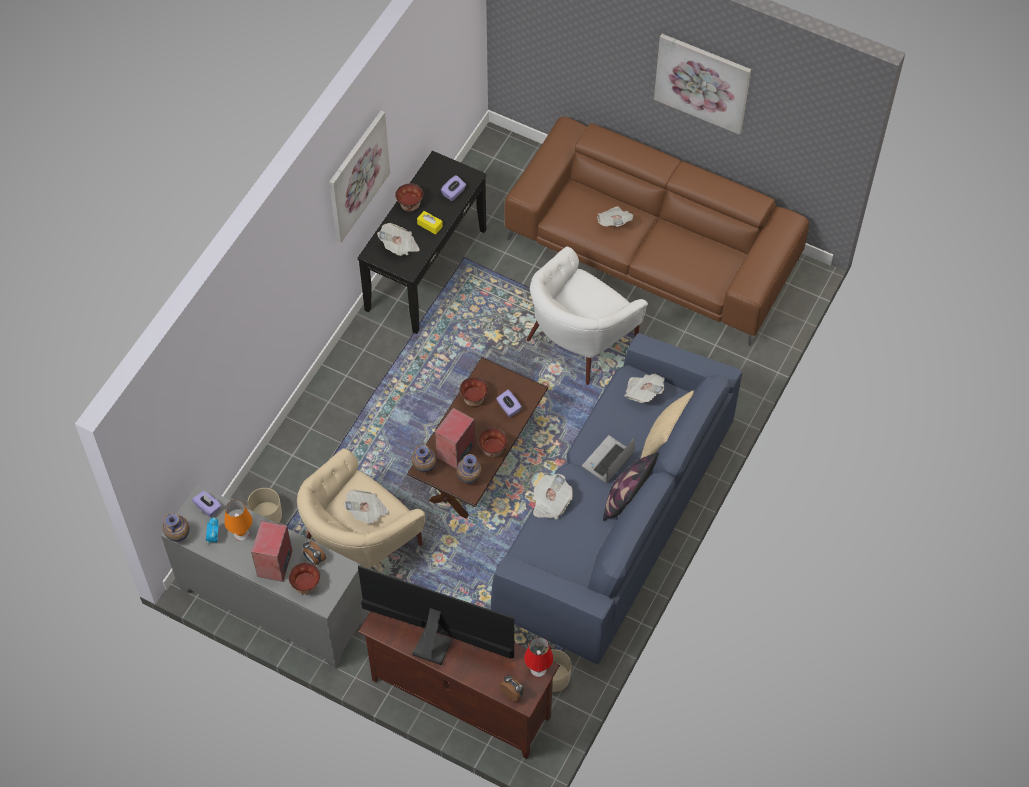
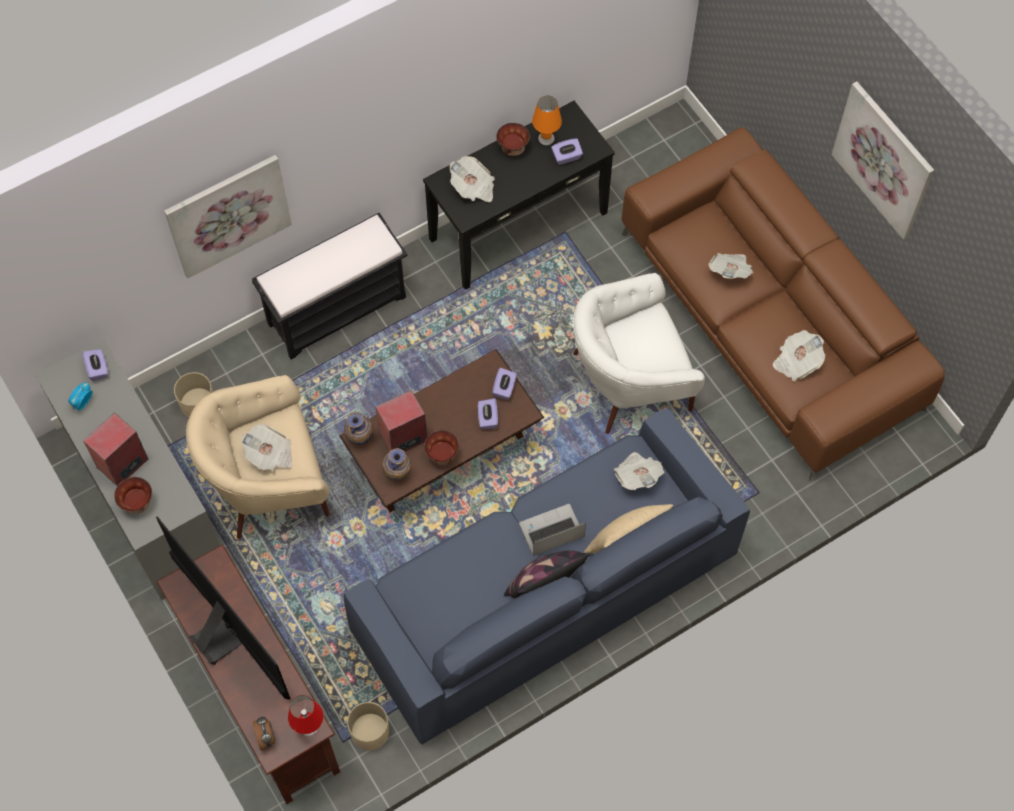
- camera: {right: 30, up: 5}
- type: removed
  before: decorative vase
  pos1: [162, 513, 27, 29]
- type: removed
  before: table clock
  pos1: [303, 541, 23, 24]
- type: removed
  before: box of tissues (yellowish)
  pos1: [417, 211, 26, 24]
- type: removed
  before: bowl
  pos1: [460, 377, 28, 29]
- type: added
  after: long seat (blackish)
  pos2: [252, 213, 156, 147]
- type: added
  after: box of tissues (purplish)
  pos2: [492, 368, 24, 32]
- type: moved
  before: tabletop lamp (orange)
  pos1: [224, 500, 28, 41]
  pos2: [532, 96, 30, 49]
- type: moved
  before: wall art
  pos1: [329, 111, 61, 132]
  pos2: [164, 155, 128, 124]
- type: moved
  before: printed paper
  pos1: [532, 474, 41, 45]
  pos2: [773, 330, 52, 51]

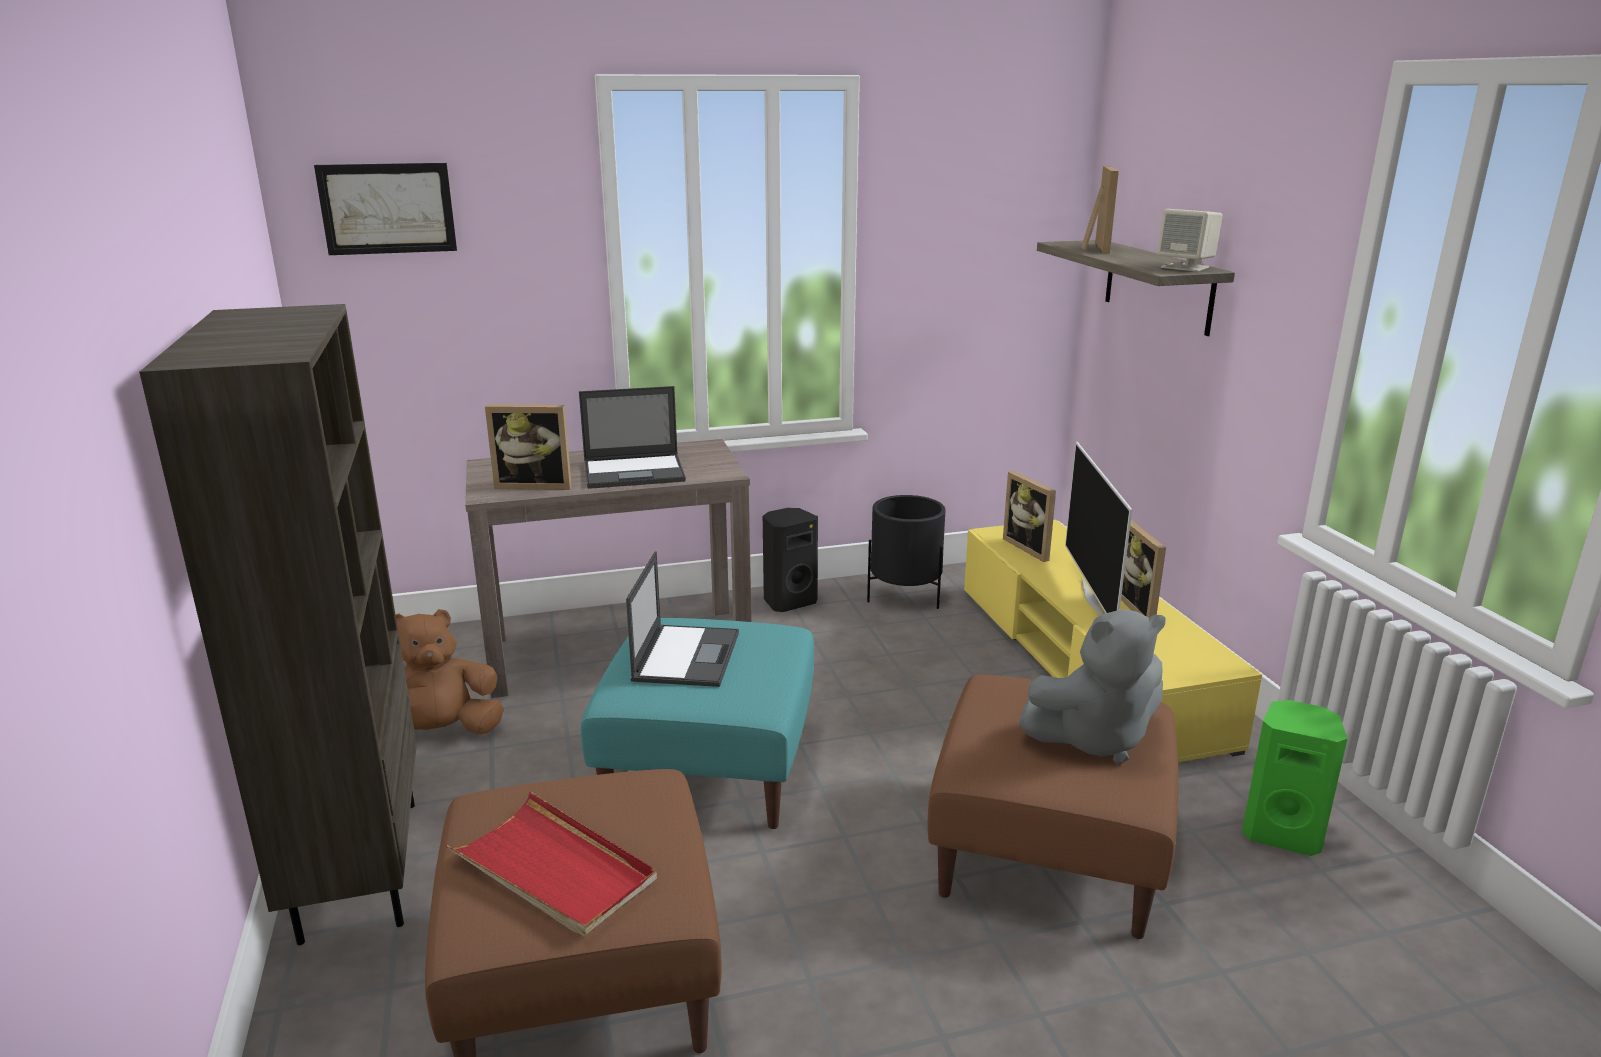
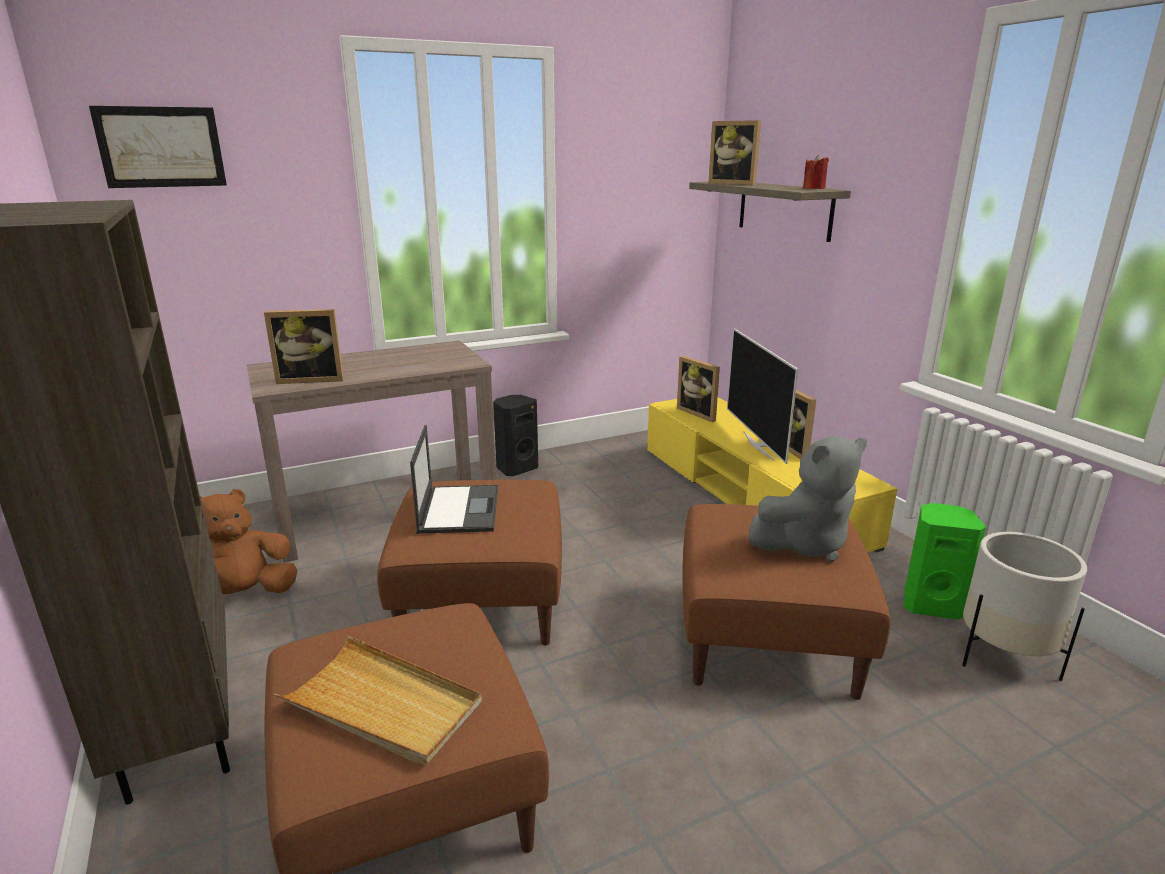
- camera: {right: -10, up: 0}
- type: removed
  before: laptop
  pos1: [579, 386, 107, 103]
- type: removed
  before: flower pot (blackish)
  pos1: [867, 495, 78, 114]
- type: added
  after: flower pot (whitish)
  pos2: [962, 532, 125, 149]
- type: replaced
  before: loudspeaker (beige-coloured)
  after: candle (red-coloured)
  pos1: [1157, 209, 66, 63]
  pos2: [803, 155, 26, 34]
- type: recoloured
  before: serving tray (red-coloured)
  after: serving tray (beige-coloured)
  pos1: [445, 792, 212, 145]
  pos2: [274, 636, 208, 130]
- type: recoloured
  before: footrest (turquoise)
  after: footrest (brown)
  pos1: [581, 618, 233, 211]
  pos2: [377, 480, 185, 166]
- type: turned
  before: photo frame
  pos1: [1081, 166, 38, 88]
  pos2: [708, 120, 53, 65]
  turn: 135

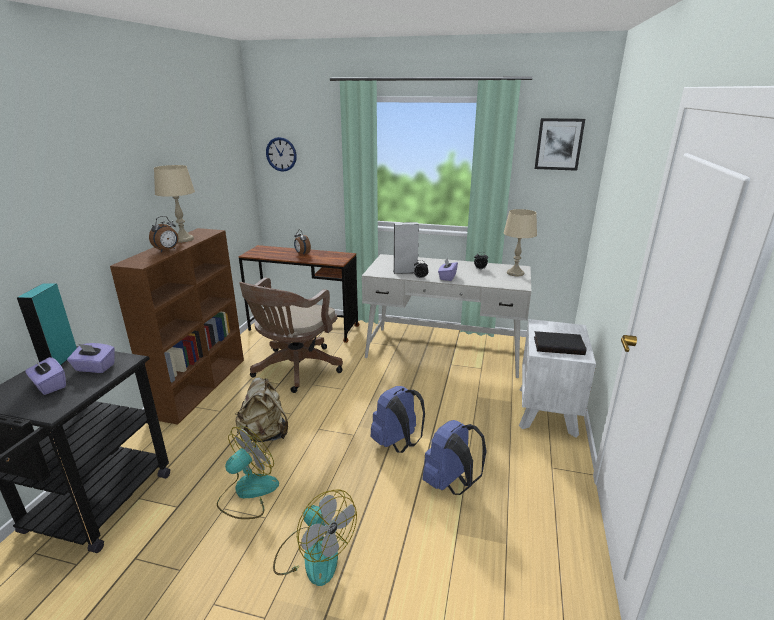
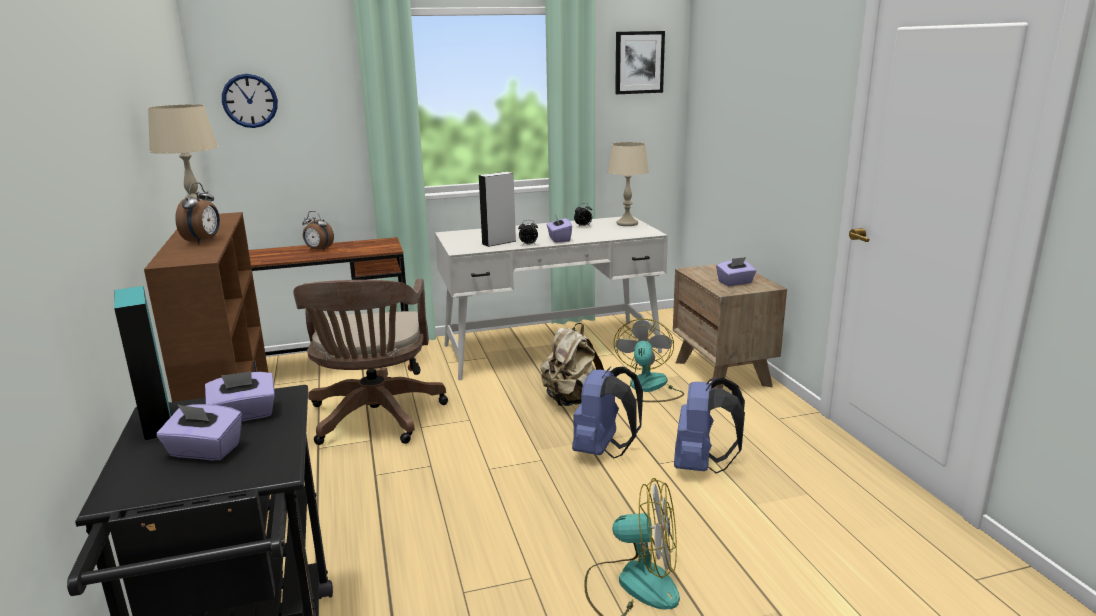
- camera: {right: -30, up: -5}
- type: moved
  before: fan
  pos1: [217, 426, 62, 93]
  pos2: [614, 319, 70, 83]
- type: moved
  before: backpack (beige-coloured)
  pos1: [235, 377, 53, 65]
  pos2: [540, 323, 64, 83]
- type: replaced
  before: bound book (blackish)
  after: box of tissues (purplish)
  pos1: [534, 331, 53, 24]
  pos2: [716, 257, 41, 29]
- type: recoloured
  before: nightstand (whitish)
  after: nightstand (brown)
  pos1: [519, 319, 77, 118]
  pos2: [673, 264, 114, 126]

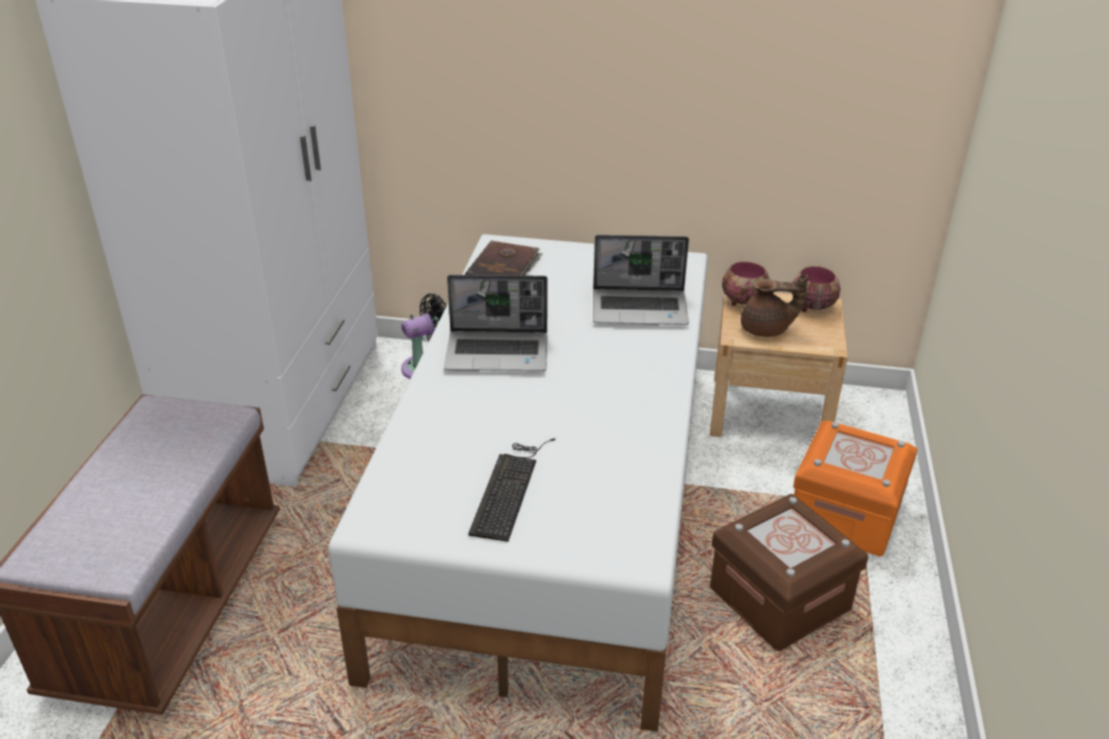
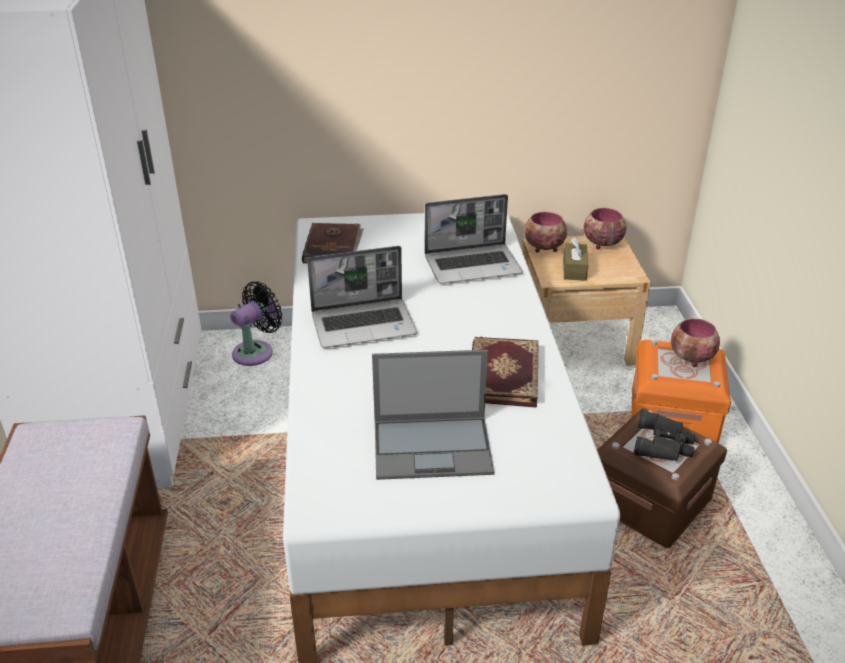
- camera: {right: -15, up: 0}
- type: added
  after: bound book
  pos2: [472, 337, 67, 71]
- type: added
  after: field glasses (blackish)
  pos2: [634, 410, 61, 51]
- type: added
  after: bowl
  pos2: [671, 318, 49, 48]
- type: replaced
  before: PC keyboard
  after: laptop
  pos1: [468, 438, 88, 104]
  pos2: [372, 350, 122, 130]
- type: replaced
  before: teapot (brown)
  after: box of tissues (brown)
  pos1: [741, 274, 67, 63]
  pos2: [563, 237, 25, 44]

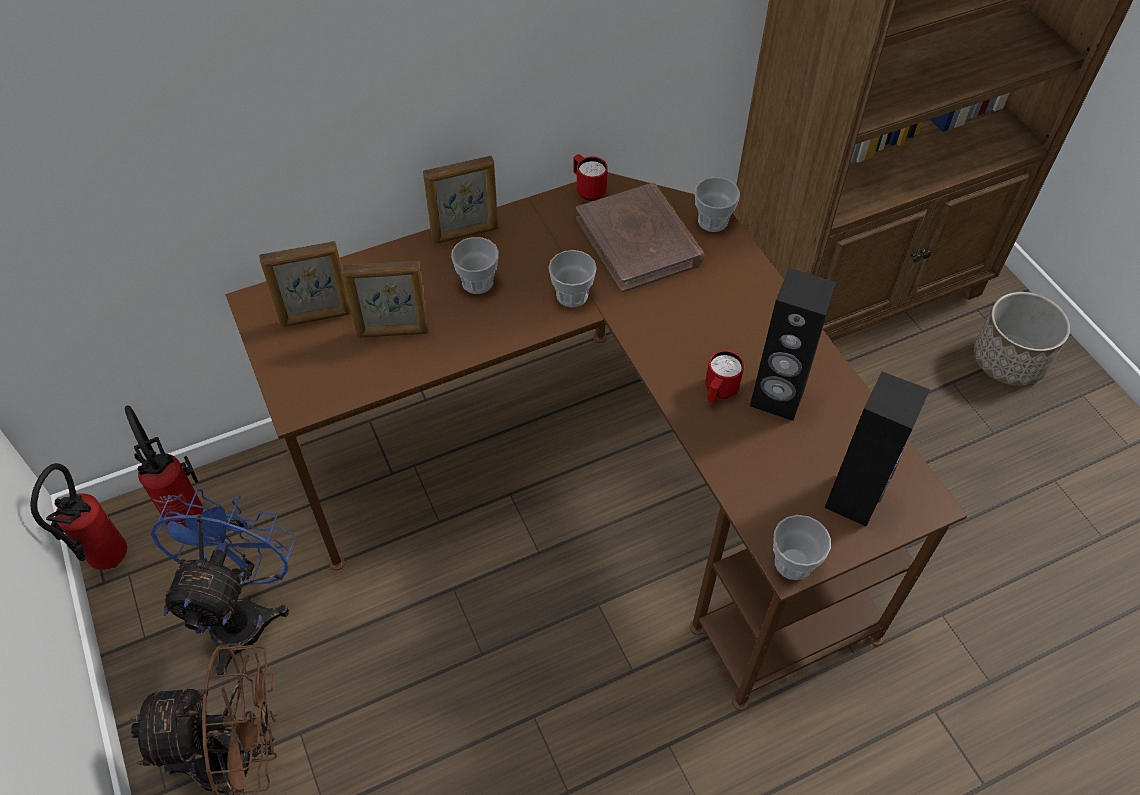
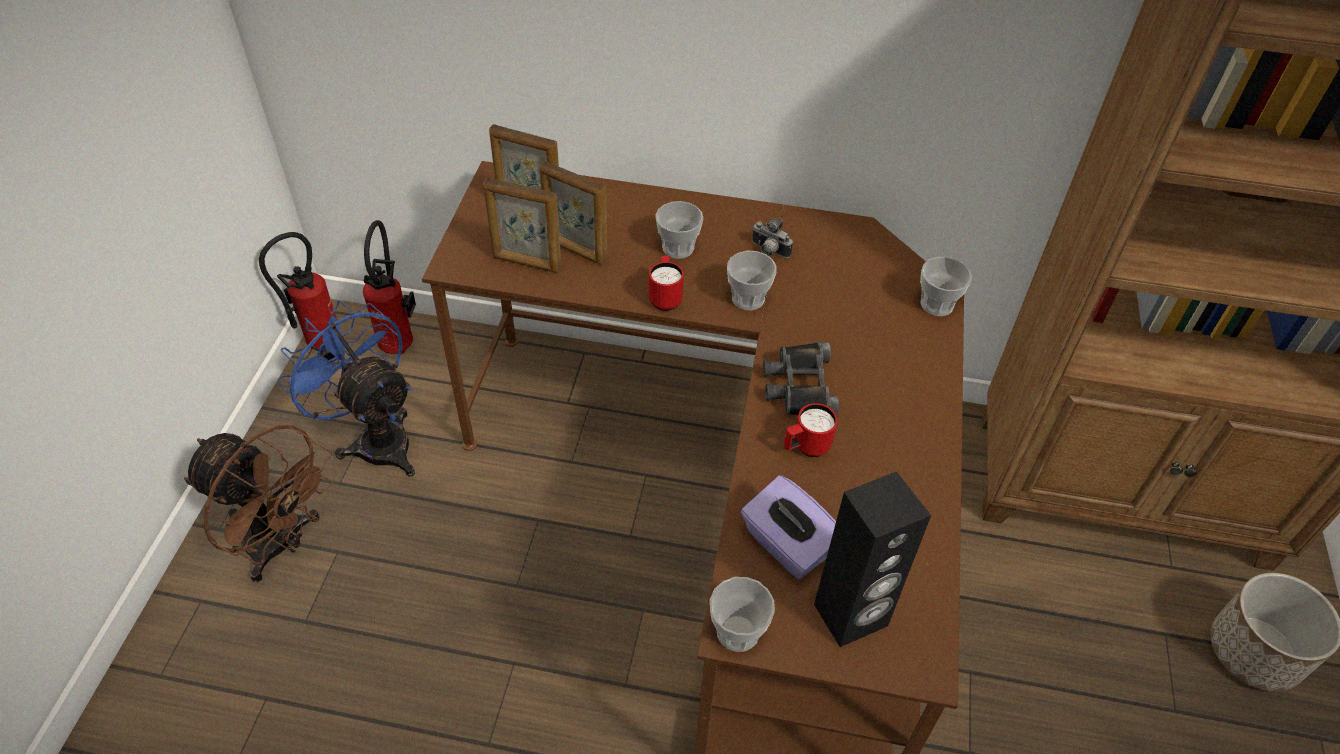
- camera: {right: 35, up: -5}
- type: removed
  before: bound book (brown)
  pos1: [576, 183, 129, 110]
- type: removed
  before: loudspeaker (blackish)
  pos1: [750, 268, 86, 153]
- type: added
  after: box of tissues (purplish)
  pos2: [741, 475, 95, 104]
- type: added
  after: still camera
  pos2: [752, 218, 41, 40]
- type: added
  after: field glasses (blackish)
  pos2: [763, 342, 76, 75]
- type: moved
  before: photo frame
  pos1: [423, 156, 75, 88]
  pos2: [483, 177, 78, 96]
- type: moved
  before: mug (red-coloured)
  pos1: [573, 154, 35, 47]
  pos2: [649, 256, 35, 55]
- type: turned
  before: fan (blue-coloured)
  pos1: [151, 489, 145, 186]
  pos2: [277, 300, 138, 177]
  turn: -90

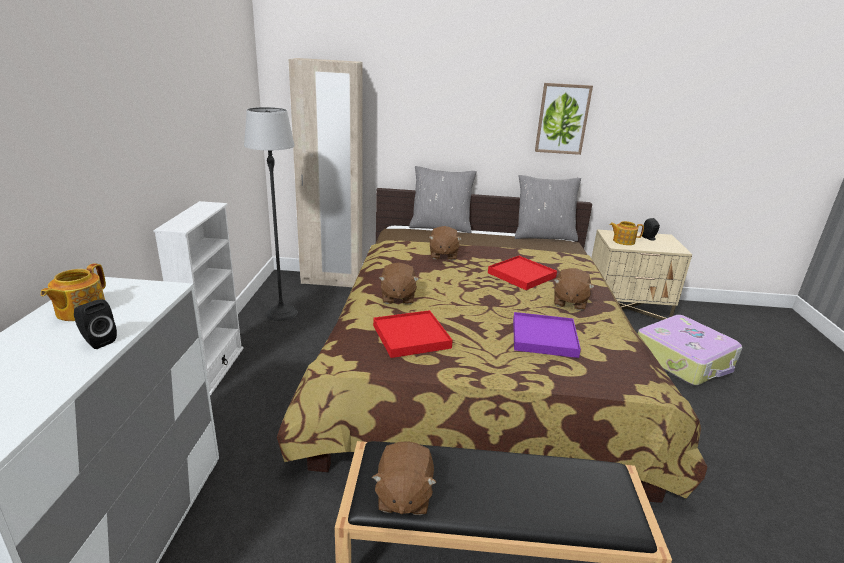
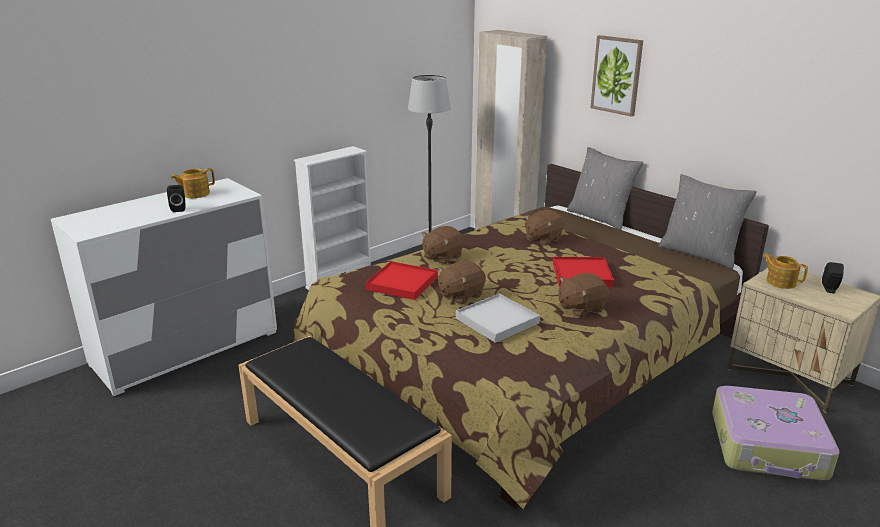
- camera: {right: 45, up: 0}
- type: moved
  before: soft toy (brown)
  pos1: [372, 441, 65, 74]
  pos2: [438, 261, 48, 44]
- type: moved
  before: wall art
  pos1: [535, 83, 58, 72]
  pos2: [590, 35, 53, 82]
- type: recoloured
  before: serving tray (purplish)
  after: serving tray (whitish)
  pos1: [513, 312, 68, 46]
  pos2: [456, 294, 84, 49]

